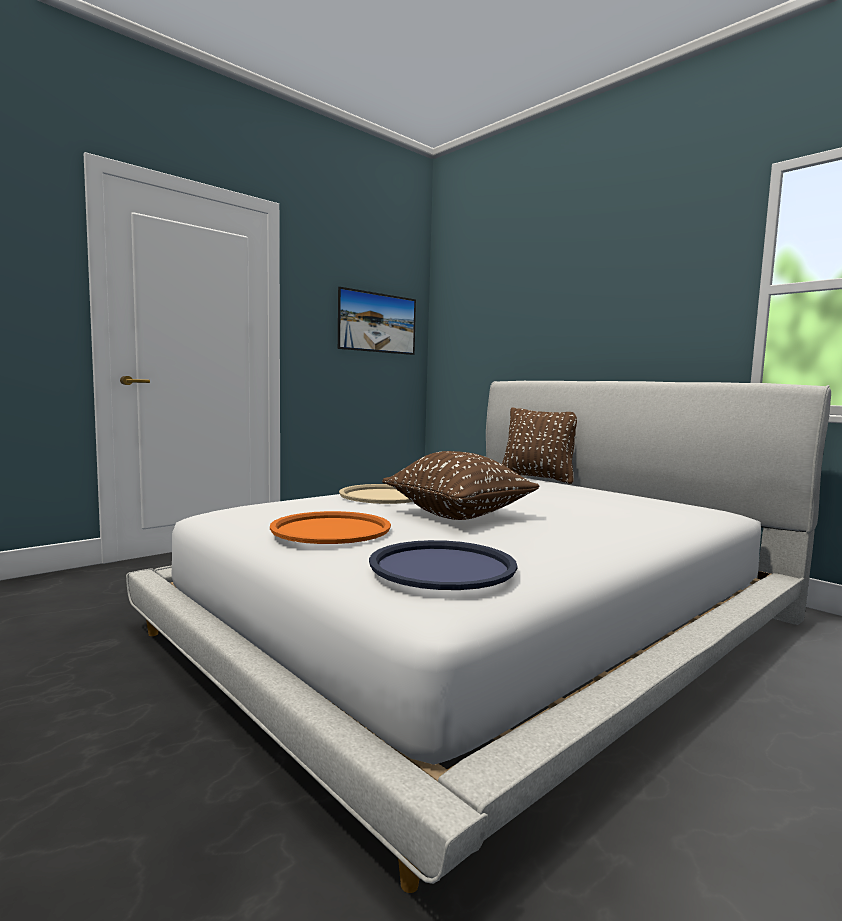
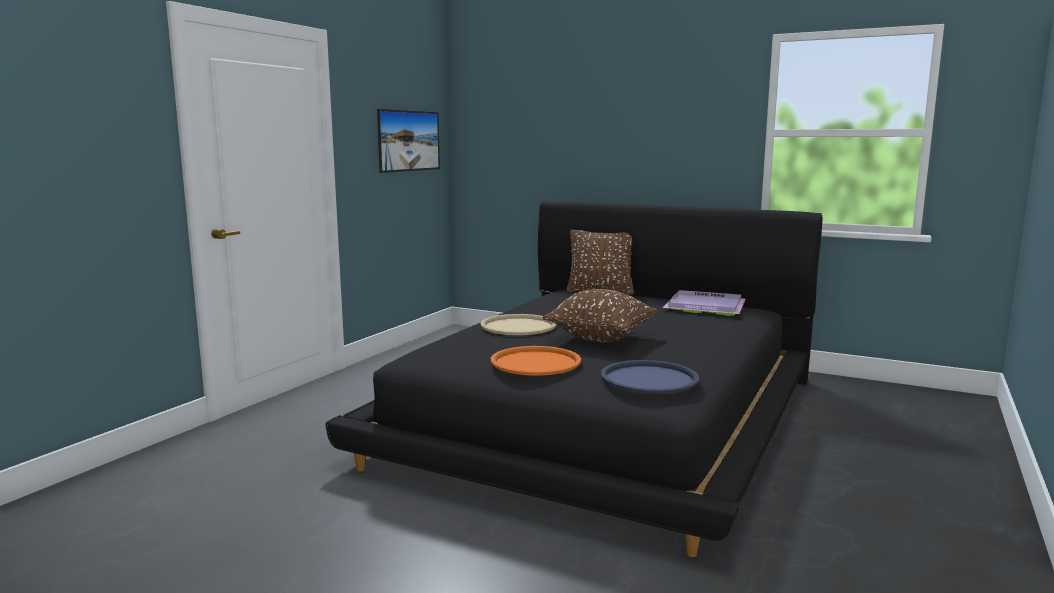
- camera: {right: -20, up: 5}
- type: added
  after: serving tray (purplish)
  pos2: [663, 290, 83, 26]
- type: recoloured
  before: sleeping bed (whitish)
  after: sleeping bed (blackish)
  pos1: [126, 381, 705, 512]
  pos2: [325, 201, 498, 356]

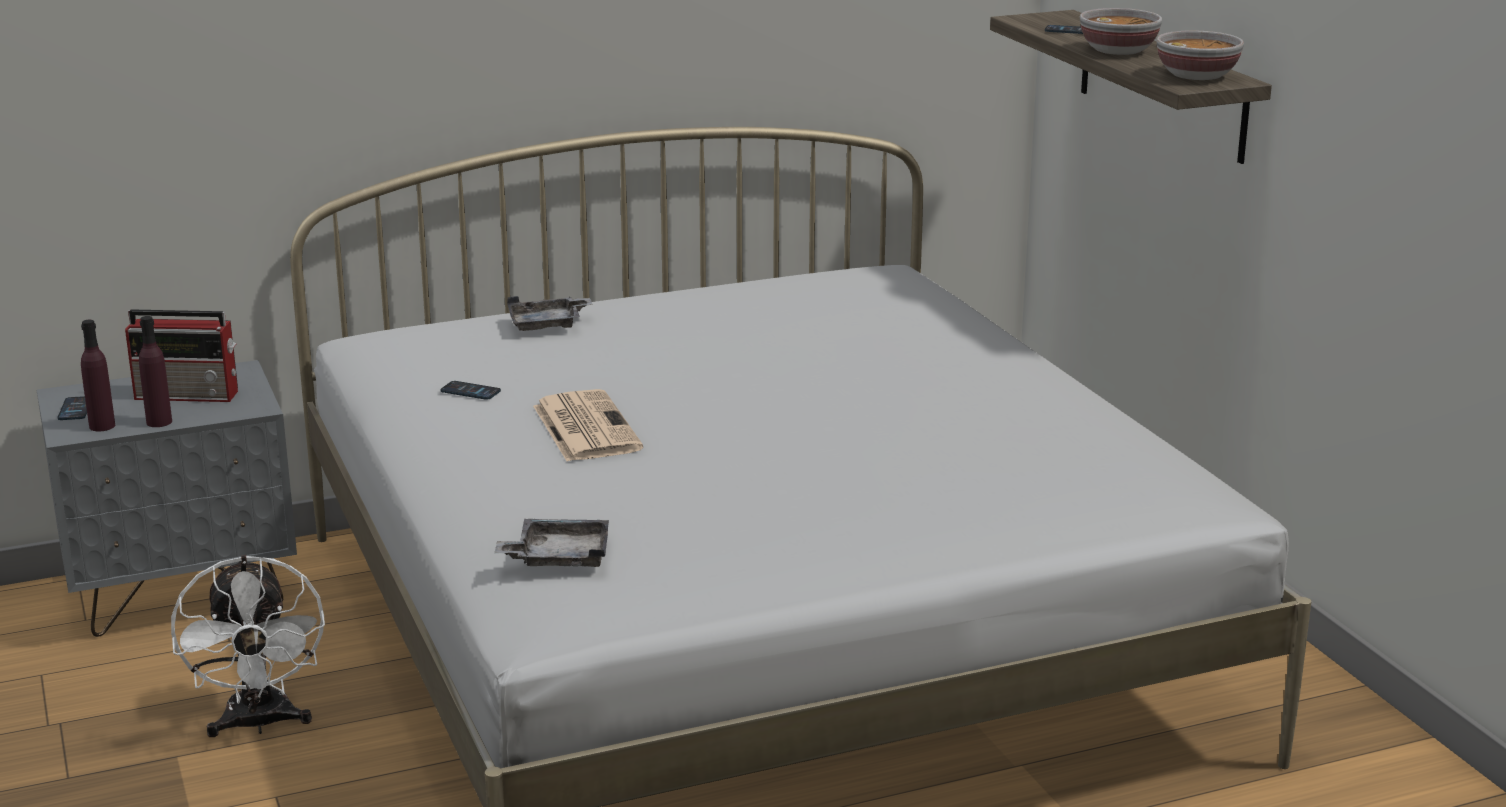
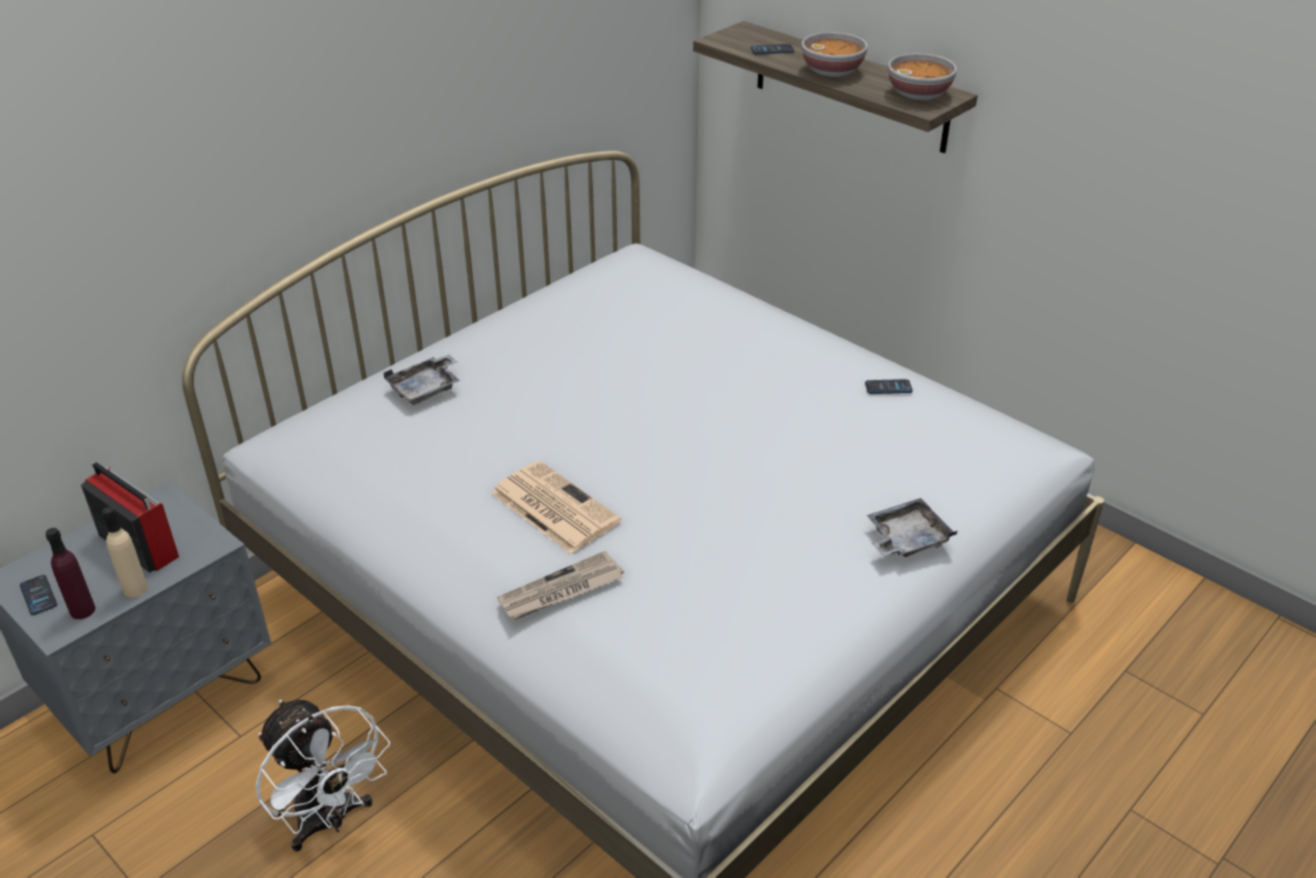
- camera: {right: -25, up: 15}
- type: added
  after: printed paper
  pos2: [497, 551, 127, 69]
- type: moved
  before: telephone
  pos1: [441, 381, 60, 19]
  pos2: [865, 379, 48, 15]
- type: moved
  before: serving tray (gray)
  pos1: [494, 519, 115, 48]
  pos2: [867, 498, 90, 59]
- type: recoloured
  before: beverage bottle (purplish)
  after: beverage bottle (beige-coloured)
  pos1: [139, 316, 33, 111]
  pos2: [102, 507, 46, 91]
- type: turned
  before: radio set
  pos1: [125, 309, 113, 93]
  pos2: [81, 462, 98, 111]
  turn: -120

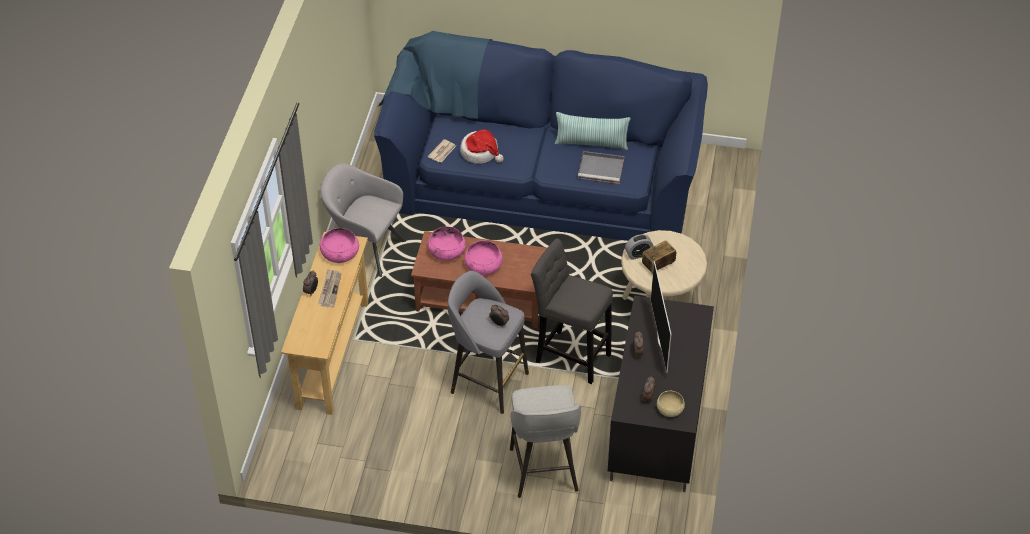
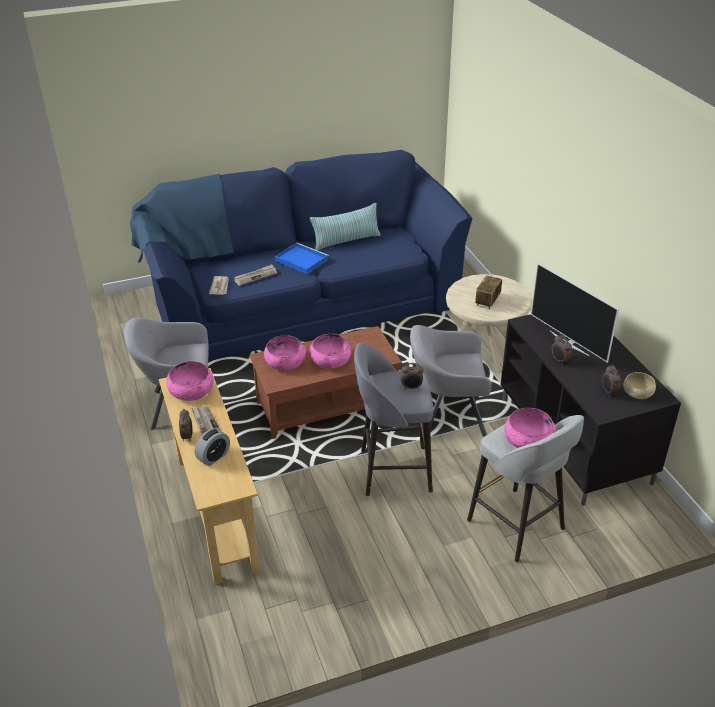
- camera: {right: -30, up: -10}
- type: removed
  before: serving tray (gray)
  pos1: [578, 151, 47, 33]
- type: added
  after: serving tray (blue-coloured)
  pos2: [275, 243, 54, 31]
- type: added
  after: bowl (pink-coloured)
  pos2: [504, 408, 52, 40]
- type: moved
  before: table clock
  pos1: [625, 234, 28, 26]
  pos2: [195, 428, 35, 38]
- type: replaced
  before: wearable hat
  after: printed paper
  pos1: [460, 129, 44, 35]
  pos2: [234, 264, 43, 22]
- type: replaced
  before: sitting stool (gray)
  after: lounge chair (gray)
  pos1: [531, 239, 82, 145]
  pos2: [410, 325, 82, 112]

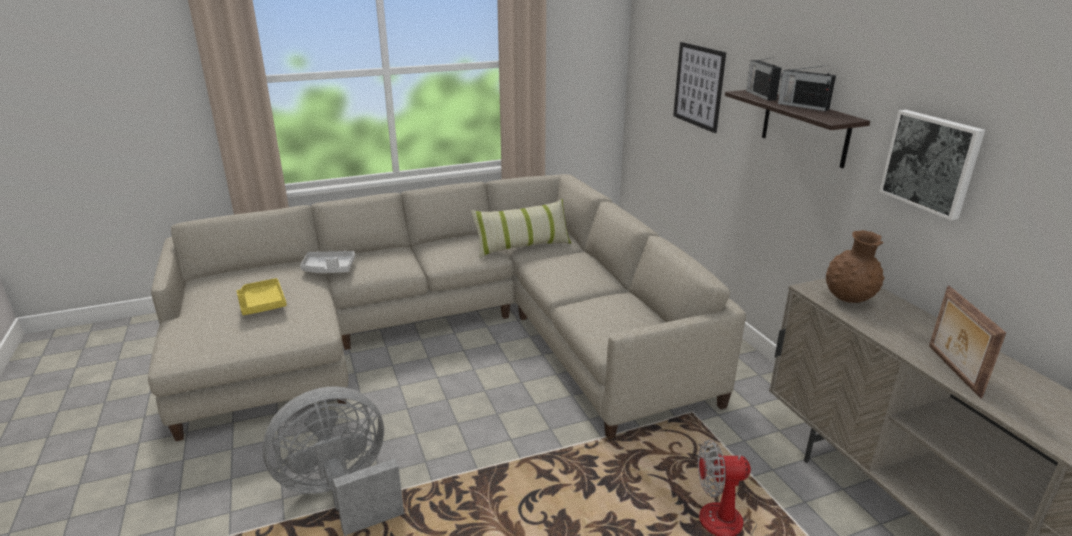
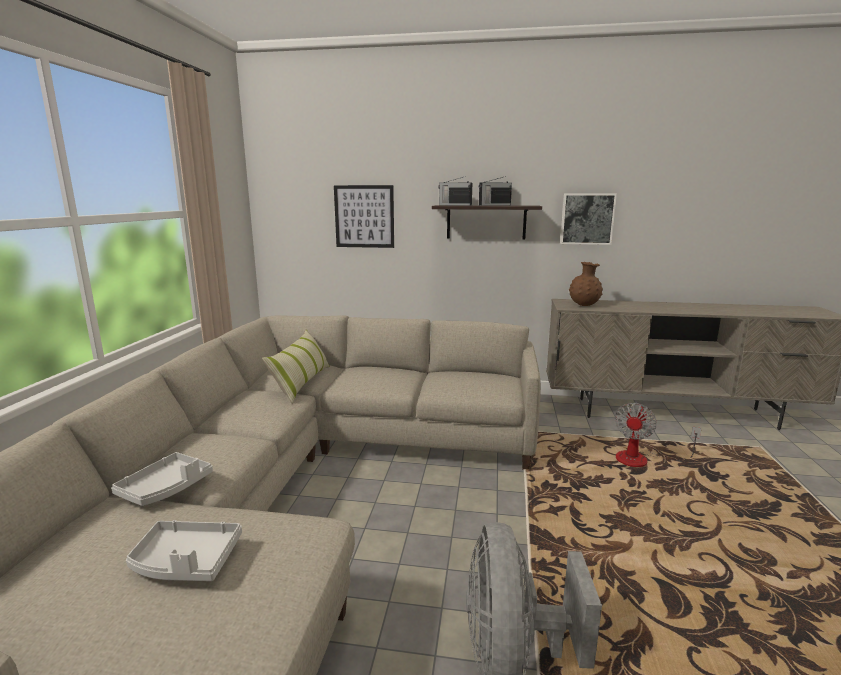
- camera: {right: -60, up: -10}
- type: removed
  before: photo frame
  pos1: [929, 286, 77, 113]
- type: recoloured
  before: serving tray (yellowish)
  after: serving tray (gray)
  pos1: [237, 278, 50, 37]
  pos2: [126, 520, 116, 61]

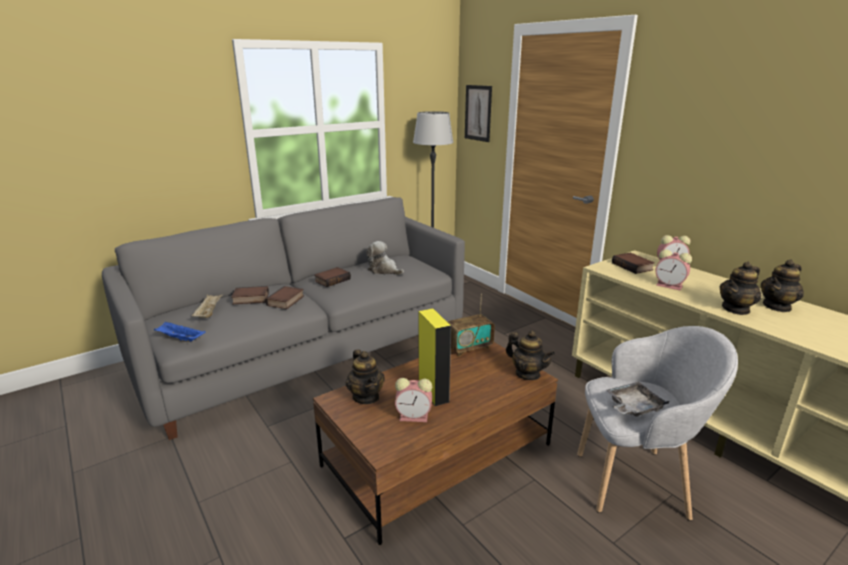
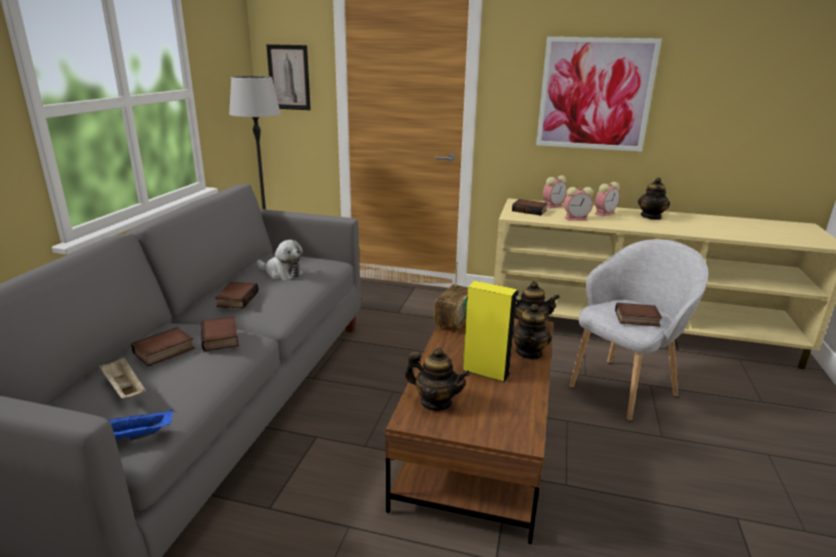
- camera: {right: -40, up: 0}
- type: added
  after: wall art
  pos2: [536, 37, 126, 115]
- type: moved
  before: table clock
  pos1: [395, 378, 37, 44]
  pos2: [595, 182, 25, 34]
- type: moved
  before: teapot
  pos1: [720, 262, 41, 53]
  pos2: [513, 304, 39, 56]
- type: replaced
  before: serving tray (gray)
  after: bound book
  pos1: [606, 382, 63, 35]
  pos2: [615, 303, 47, 24]
- type: turned
  before: soft toy
  pos1: [366, 241, 38, 34]
  pos2: [257, 240, 46, 40]
  turn: -150

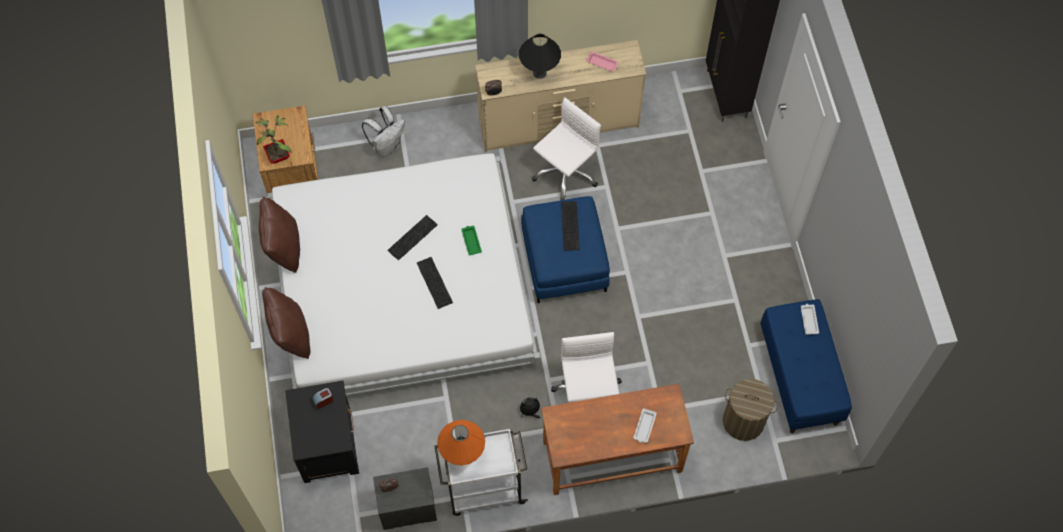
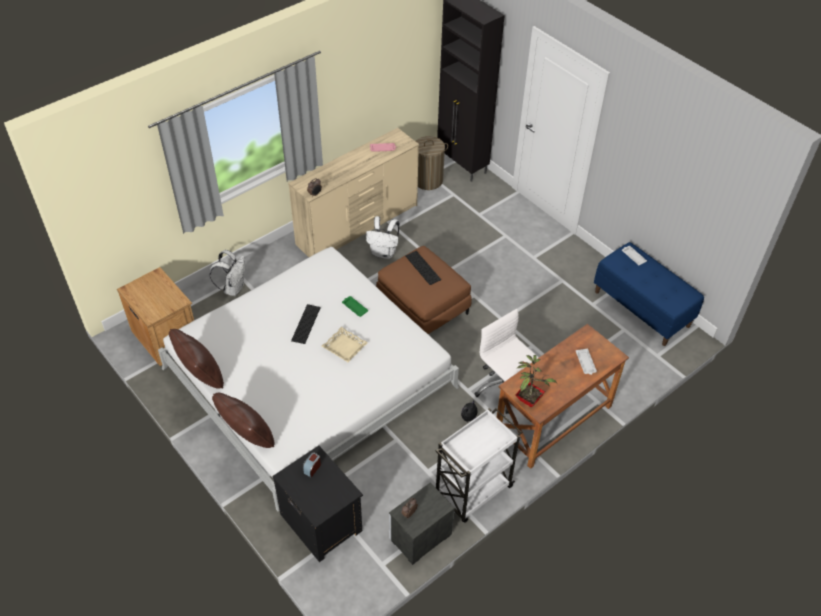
- camera: {right: -30, up: -15}
- type: removed
  before: tabletop lamp (orange)
  pos1: [437, 420, 48, 45]
- type: removed
  before: tabletop lamp (blackish)
  pos1: [519, 33, 42, 46]
- type: moved
  before: potted plant
  pos1: [255, 115, 37, 49]
  pos2: [516, 355, 41, 52]
- type: moved
  before: laundry basket
  pos1: [723, 379, 56, 62]
  pos2: [416, 136, 32, 54]
- type: replaced
  before: PC keyboard
  after: serving tray (beige-coloured)
  pos1: [417, 257, 36, 52]
  pos2: [322, 327, 46, 35]
- type: replaced
  before: computer chair (whitish)
  after: backpack (whitish)
  pos1: [532, 97, 69, 104]
  pos2: [366, 216, 34, 43]
- type: recoloured
  before: footrest (blue-coloured)
  after: footrest (brown)
  pos1: [521, 196, 89, 107]
  pos2: [376, 246, 96, 88]

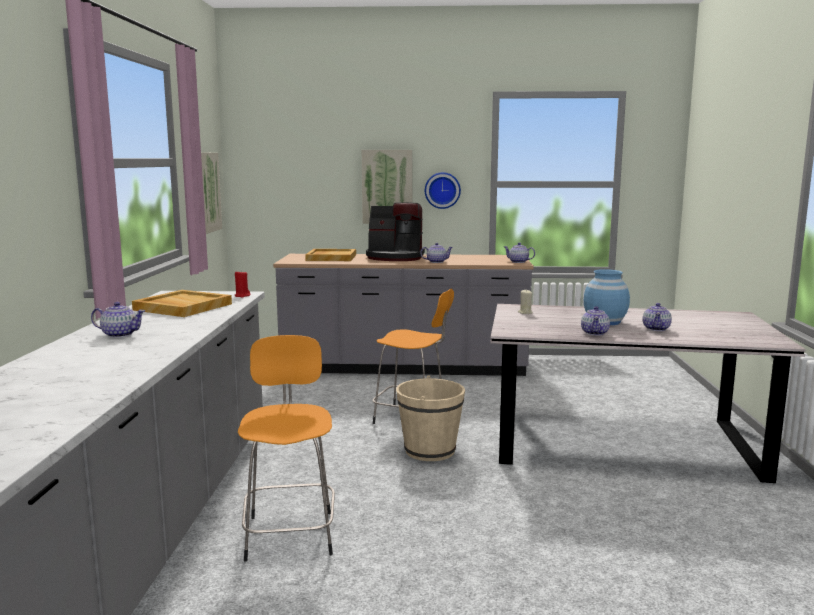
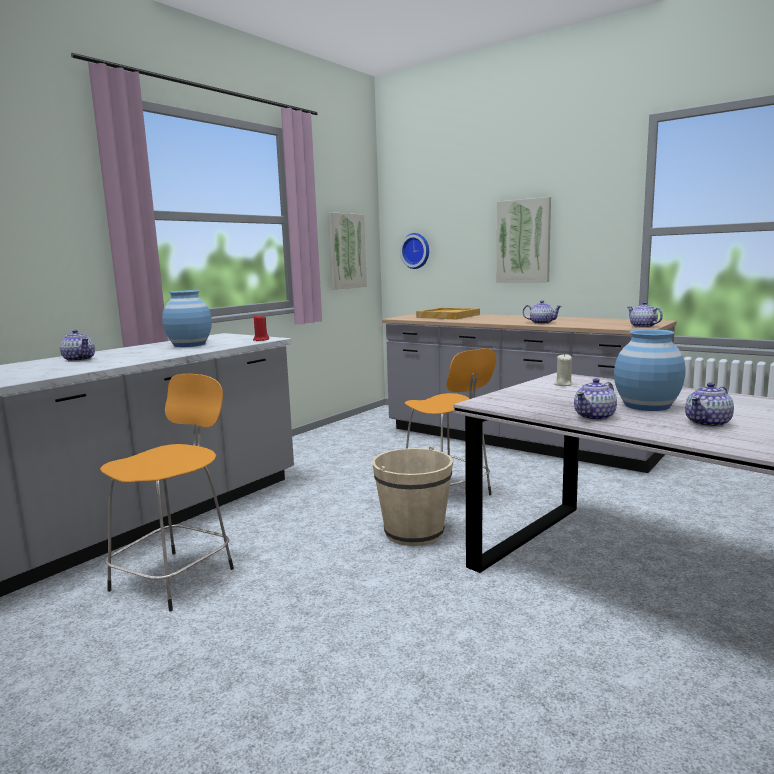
- camera: {right: 35, up: 0}
- type: removed
  before: coffee machine
  pos1: [366, 202, 59, 59]
- type: moved
  before: clock on the wall
  pos1: [425, 172, 36, 37]
  pos2: [400, 233, 29, 36]
- type: replaced
  before: serving tray (beige-coloured)
  after: decorative vase (blue-coloured)
  pos1: [132, 290, 100, 27]
  pos2: [162, 290, 50, 57]

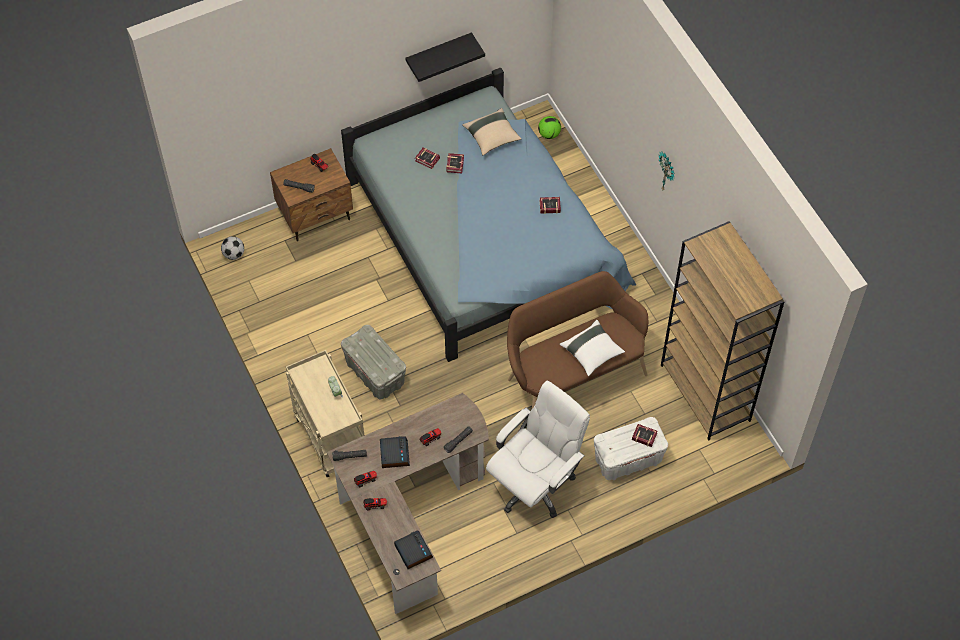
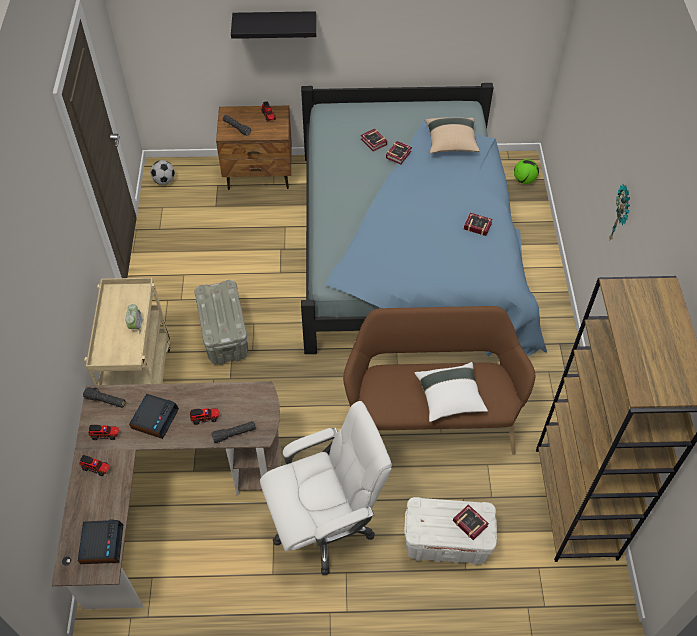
- camera: {right: 25, up: -5}
- type: moved
  before: wall shelf (blackish)
  pos1: [406, 32, 79, 50]
  pos2: [231, 11, 85, 28]

